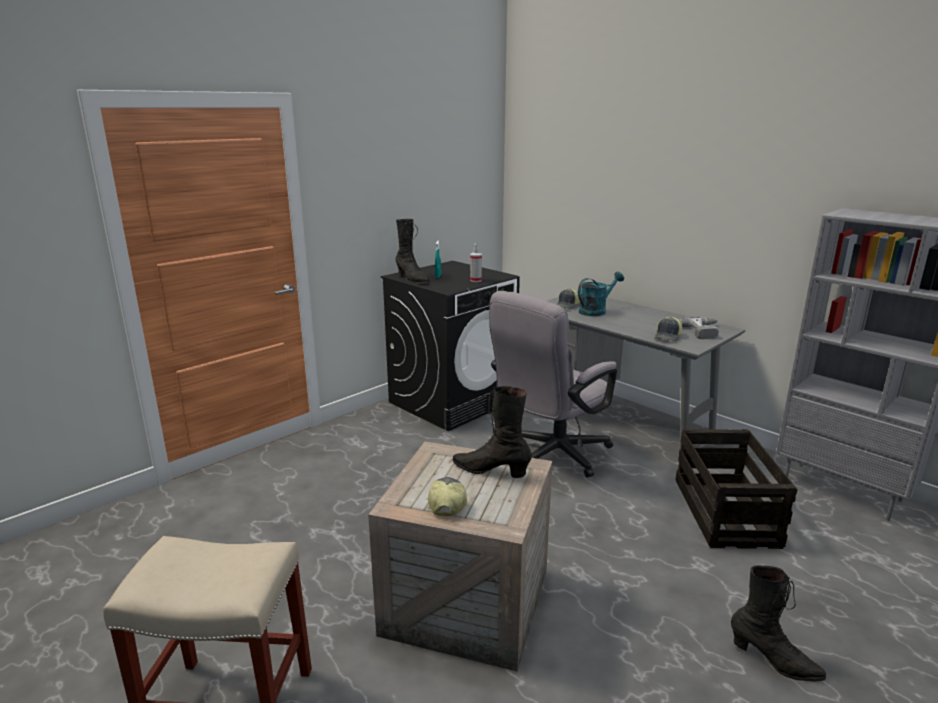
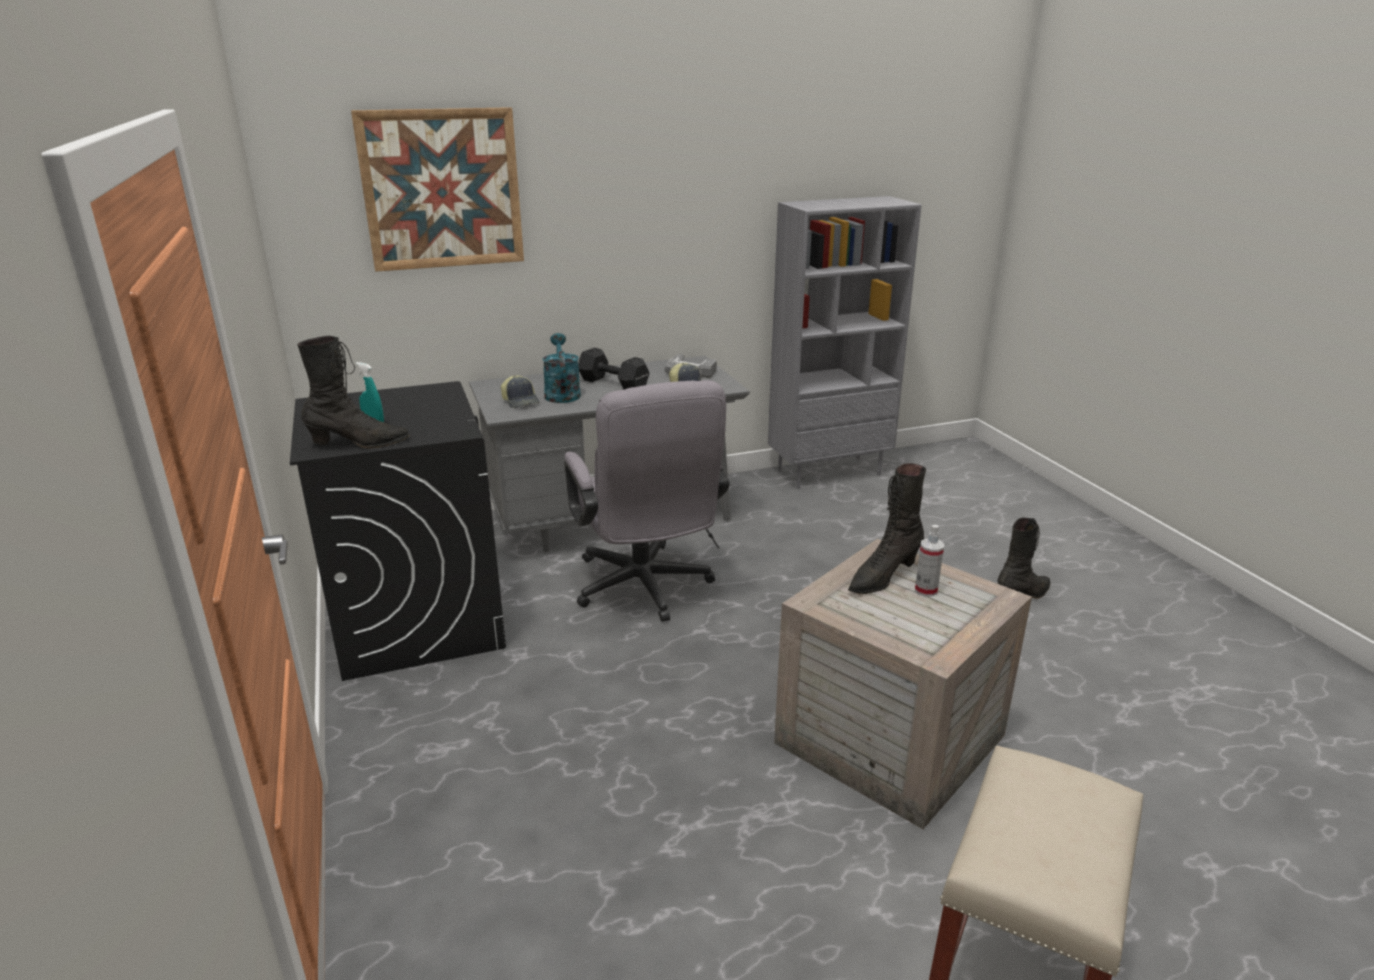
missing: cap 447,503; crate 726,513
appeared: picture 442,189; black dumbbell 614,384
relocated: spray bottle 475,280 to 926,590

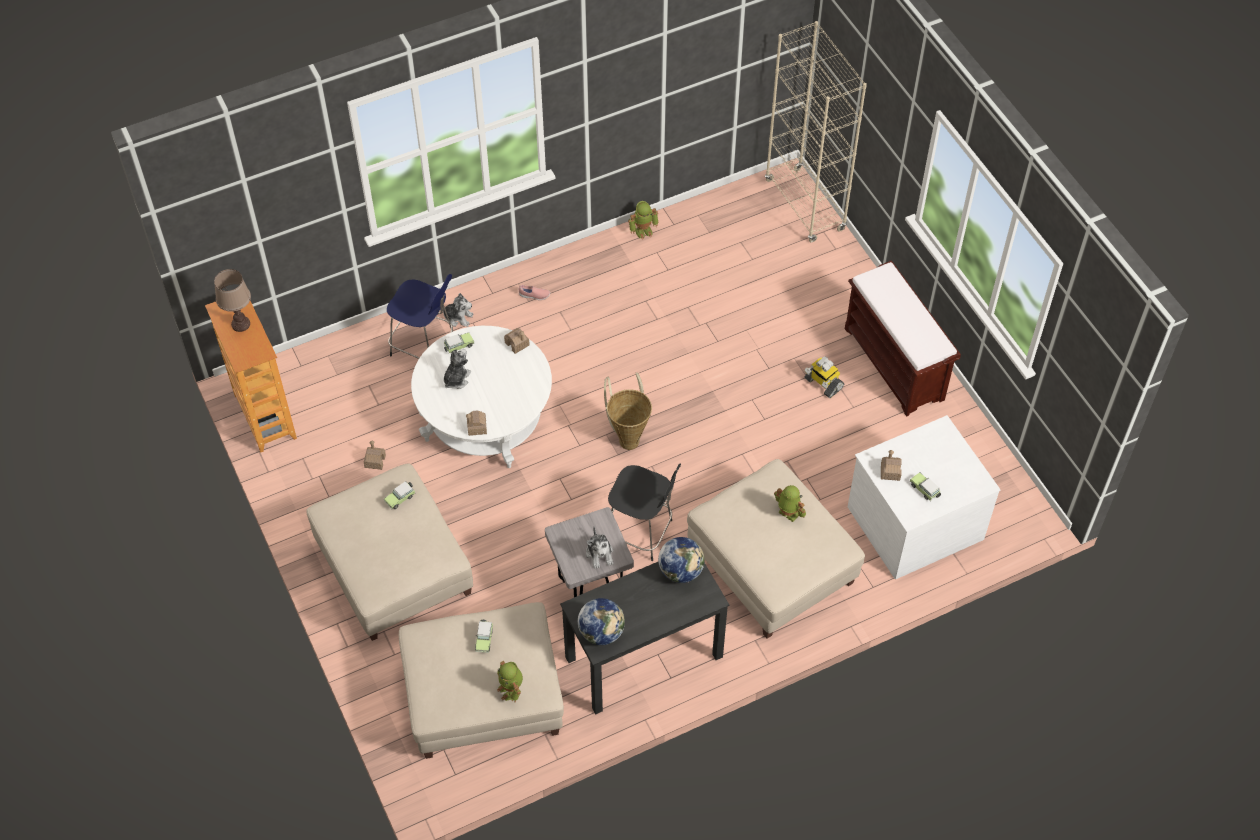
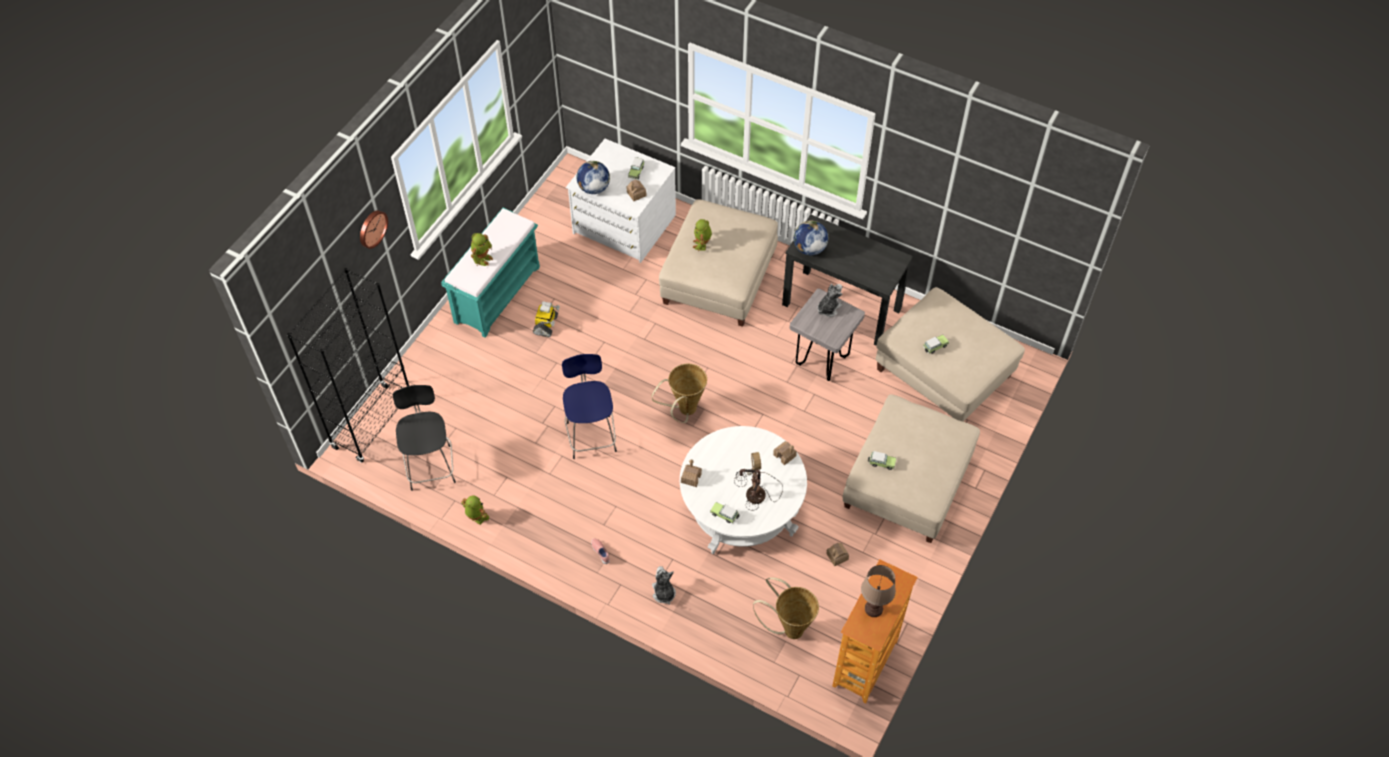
appeared: wall clock 372,228; basket 789,628
relocated: blue stool 425,347 to 591,435; toy robot 511,689 to 482,258; globe 601,632 to 593,188; black stool 641,533 to 430,465
exchanged: plush toy 456,379 to table lamp 755,496
colour: beige bookcase 805,205 to black bookcase 373,423; brown bench 895,364 to turquoise bench 497,293

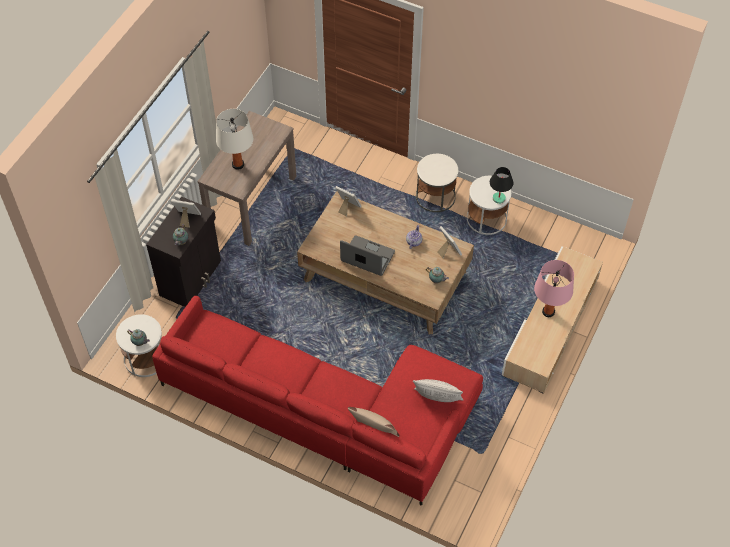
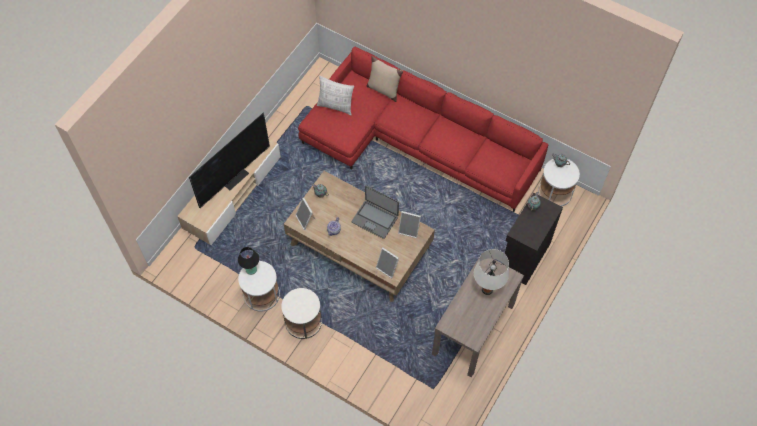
relocated: picture frame 187,218 to 409,230
exchanged: pink table lamp 548,312 to television 234,177

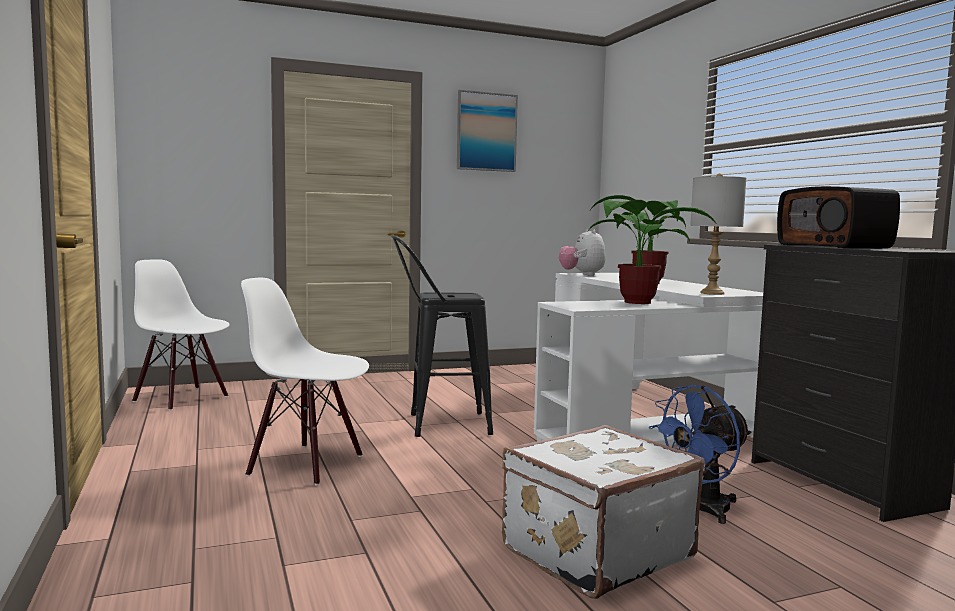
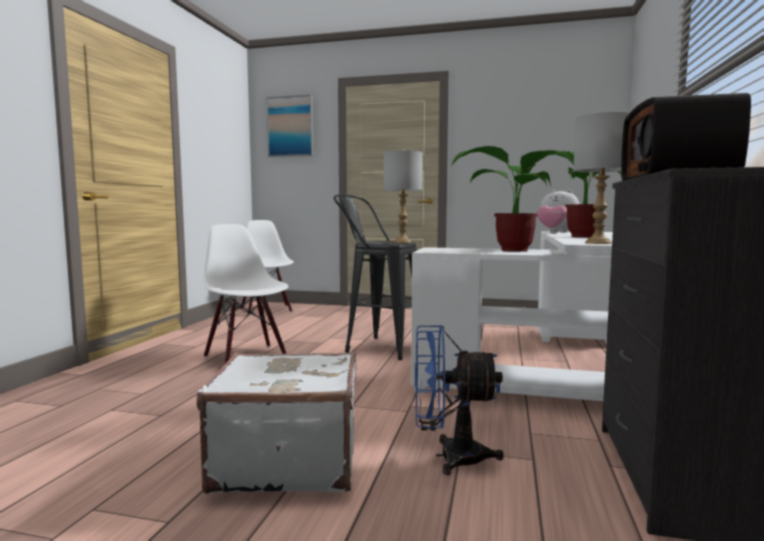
appeared: grey table lamp 402,242
relocated: picture 486,132 to 290,126
spun: plush toy 582,275 = 556,232 75 degrees counterclockwise

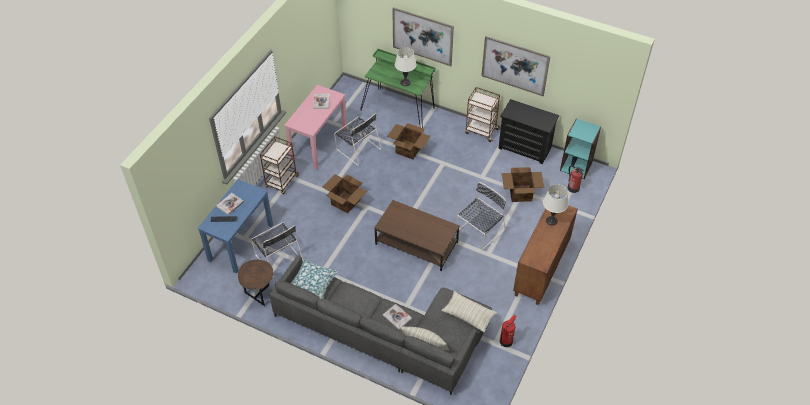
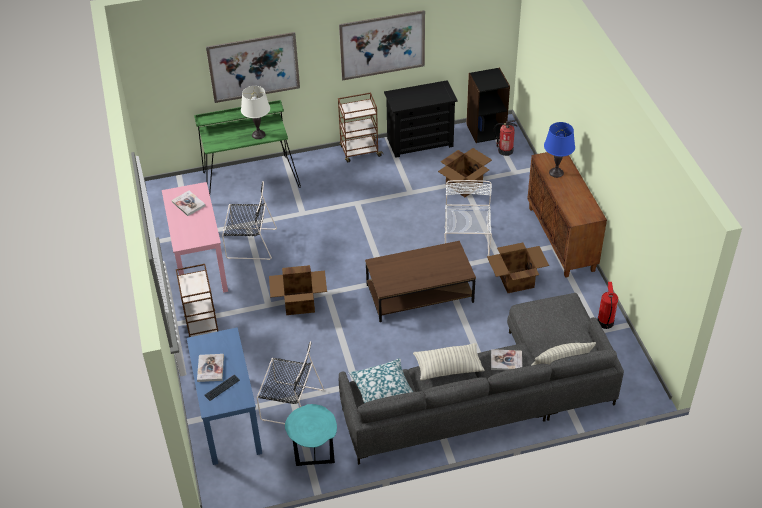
relocated: cardboard box 408,149 to 515,280; pillow 468,315 to 448,367
colour: brown side table 259,293 to turquoise side table 314,454; black chair 479,231 to white chair 466,242; white table lamp 551,220 to blue table lamp 556,172; turquoise bookcase 576,166 to black bookcase 486,130

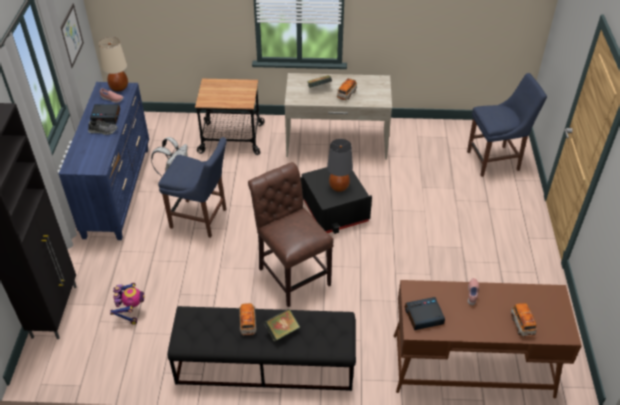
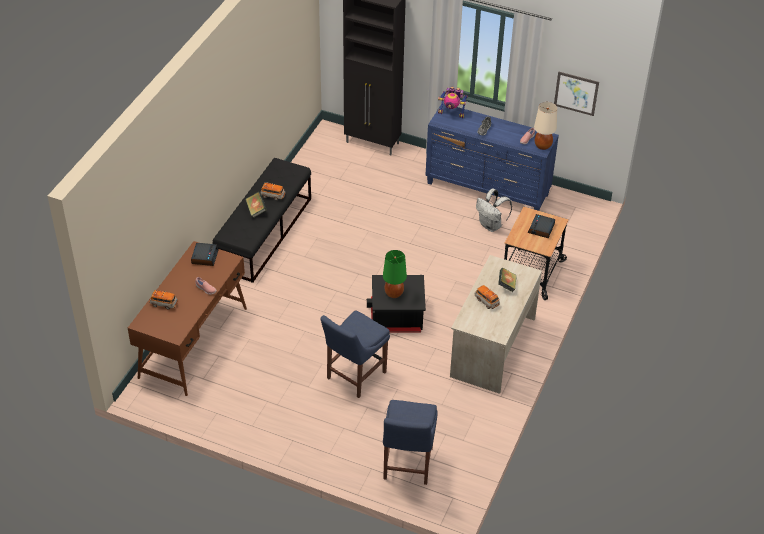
missing: brown chair 292,273
relocated: alarm clock 106,117 to 541,229; toy robot 131,311 to 452,113; blue chair 201,219 to 354,376
colour: grey table lamp 339,187 to green table lamp 393,293

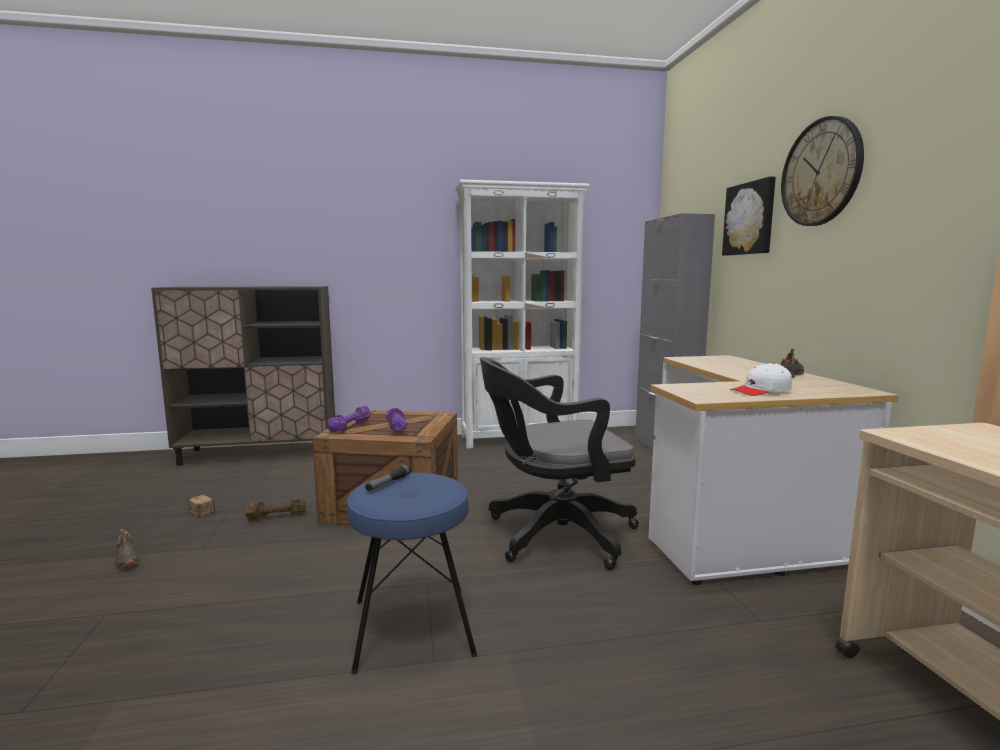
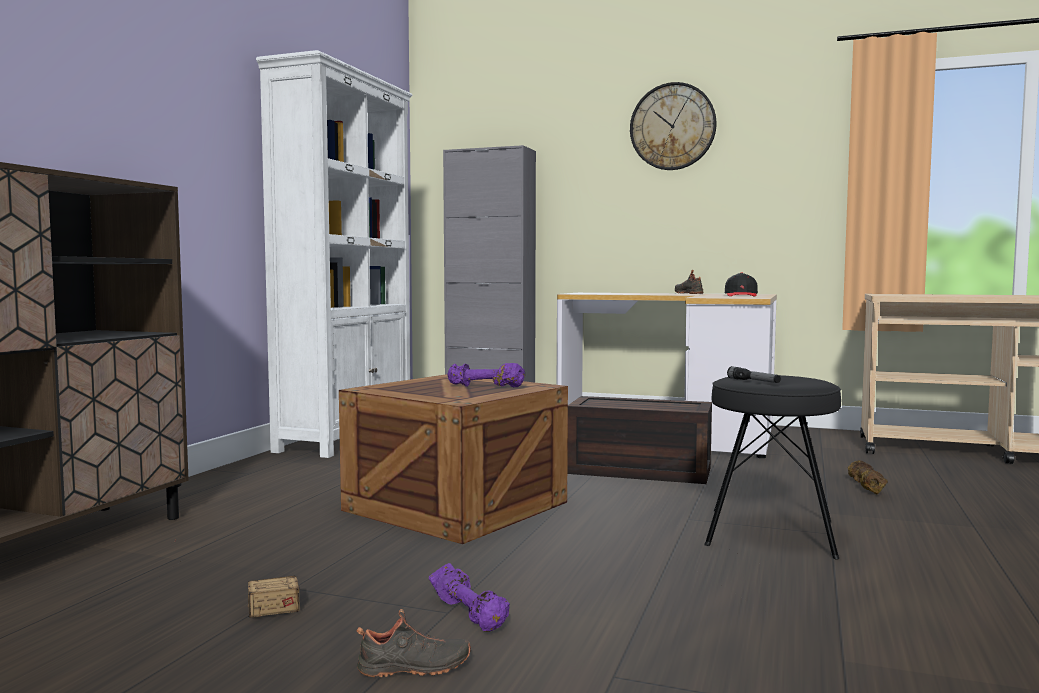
missing: picture 750,219
relocated: brown dumbbell 277,516 to 865,487; purple dumbbell 350,427 to 469,614
exchanged: black office chair 553,535 to brown storage box 637,471
colour: blue stool 412,627 to black stool 771,533; white cap 761,391 to black cap 741,295

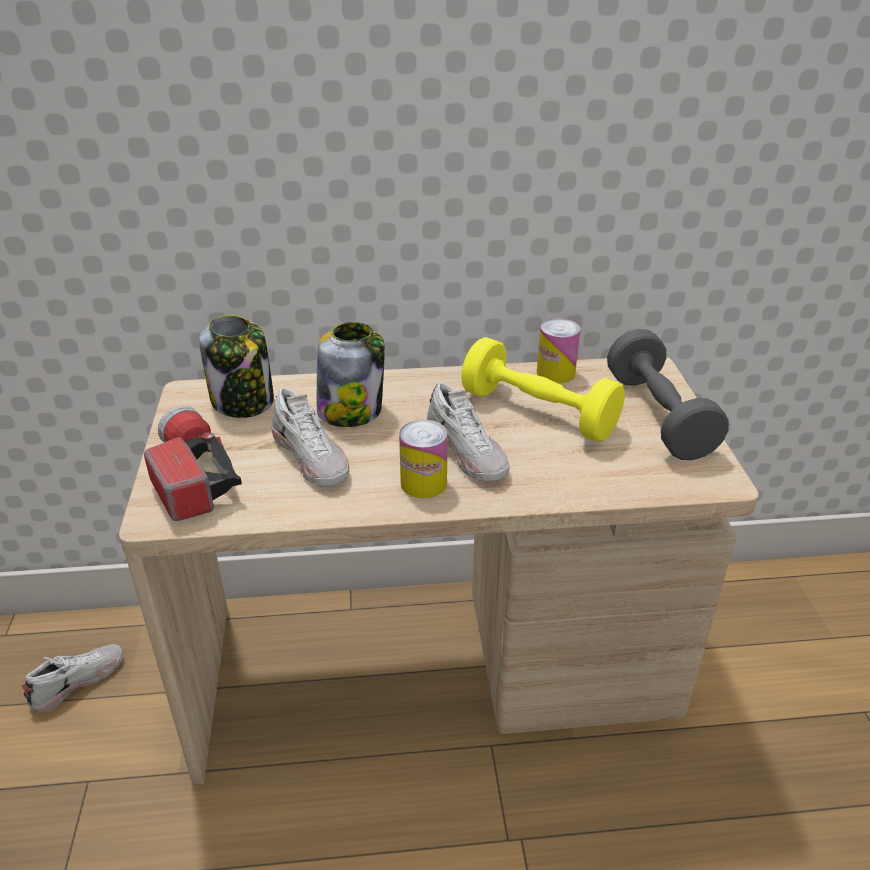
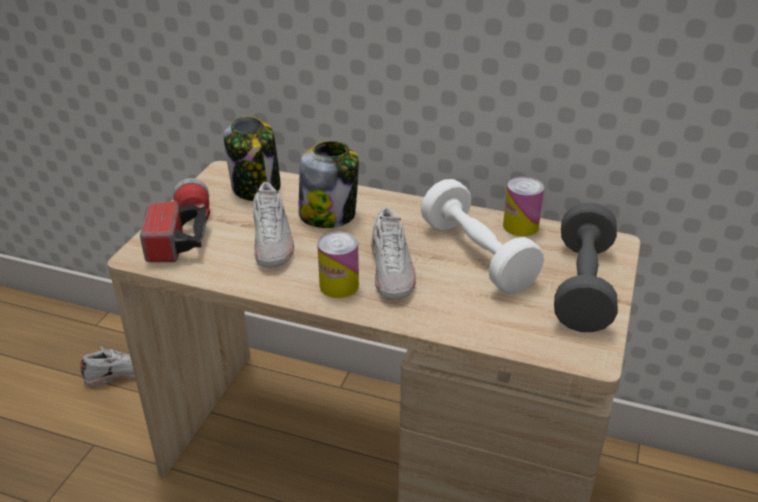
colour: yellow dumbbell 538,413 to white dumbbell 477,255

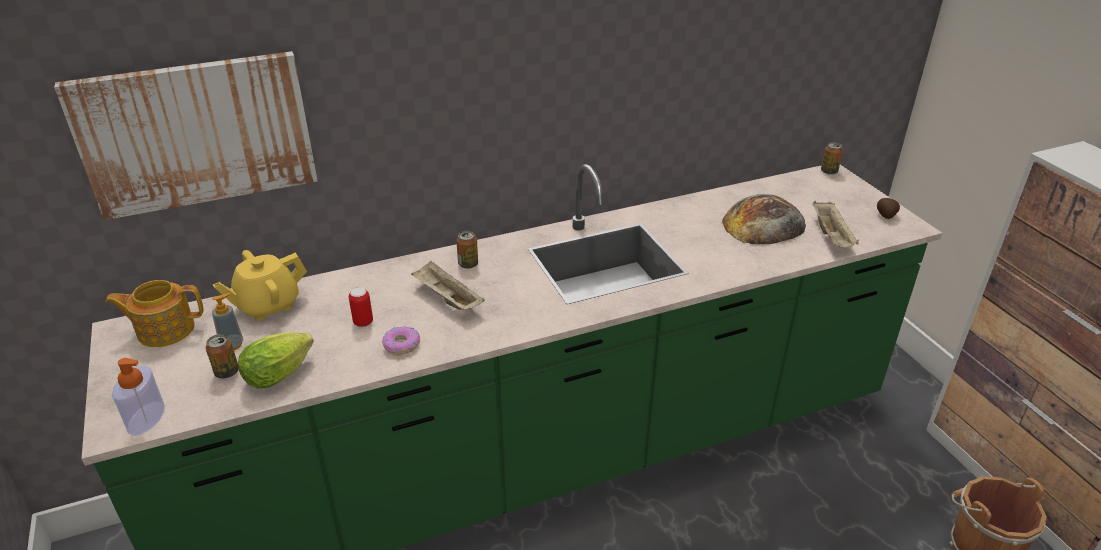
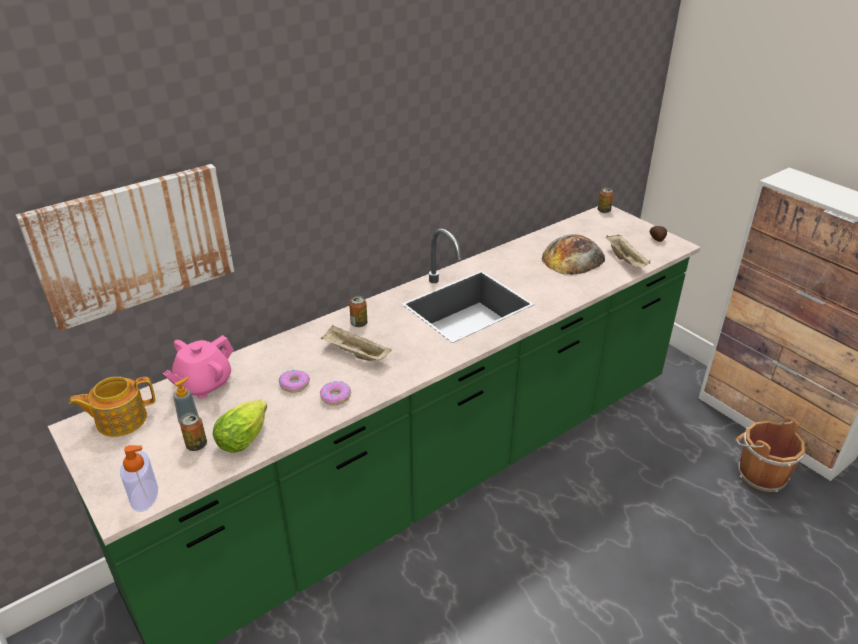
exchanged: can 363,322 to donut 294,384
colour: yellow teapot 267,305 to pink teapot 204,384

